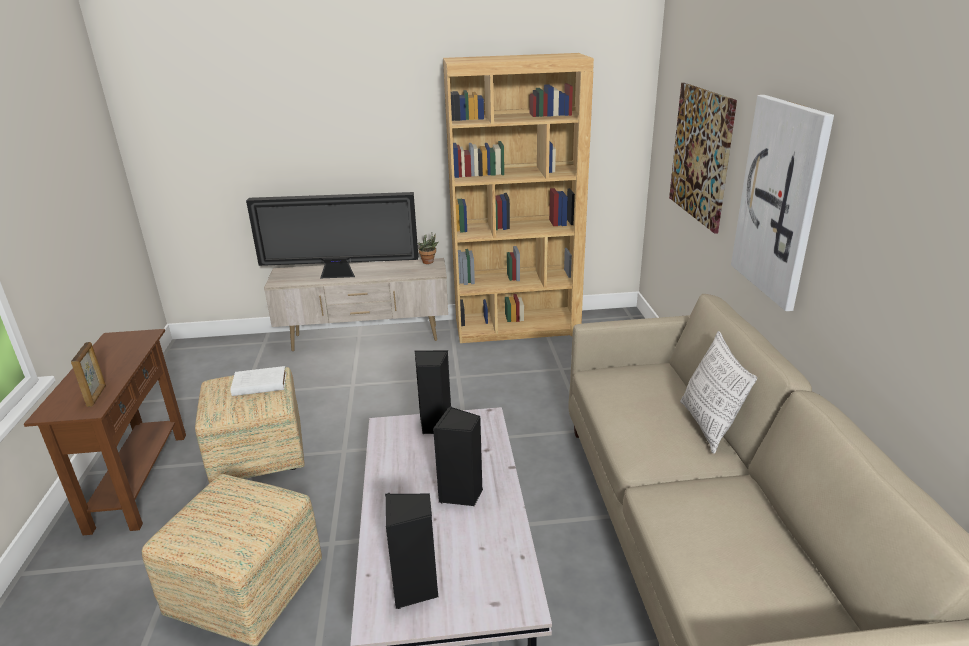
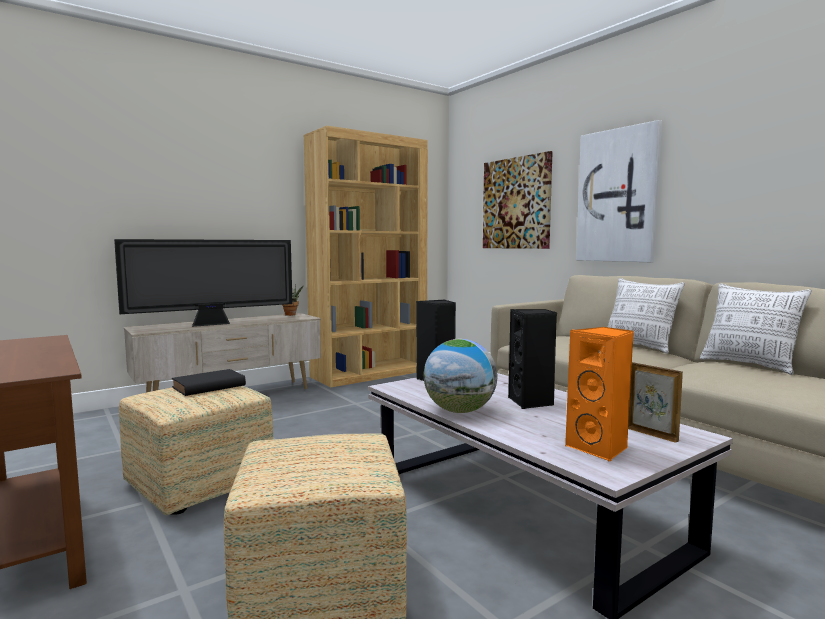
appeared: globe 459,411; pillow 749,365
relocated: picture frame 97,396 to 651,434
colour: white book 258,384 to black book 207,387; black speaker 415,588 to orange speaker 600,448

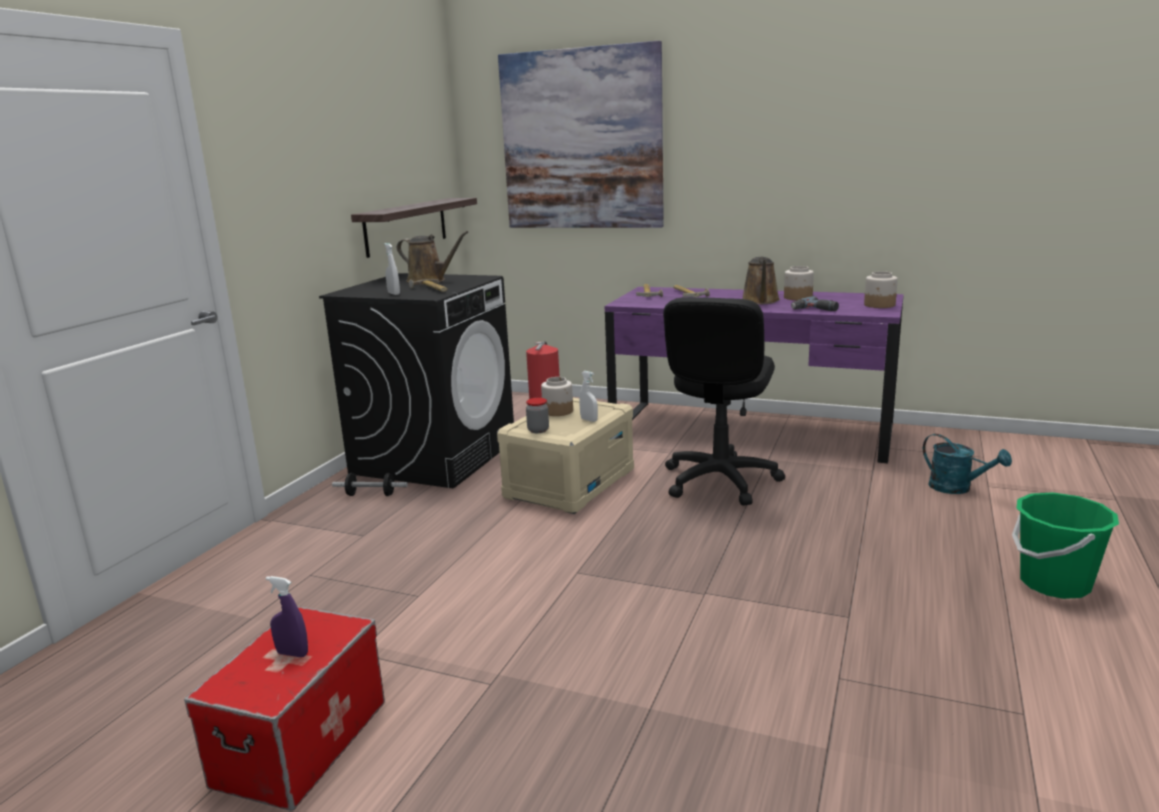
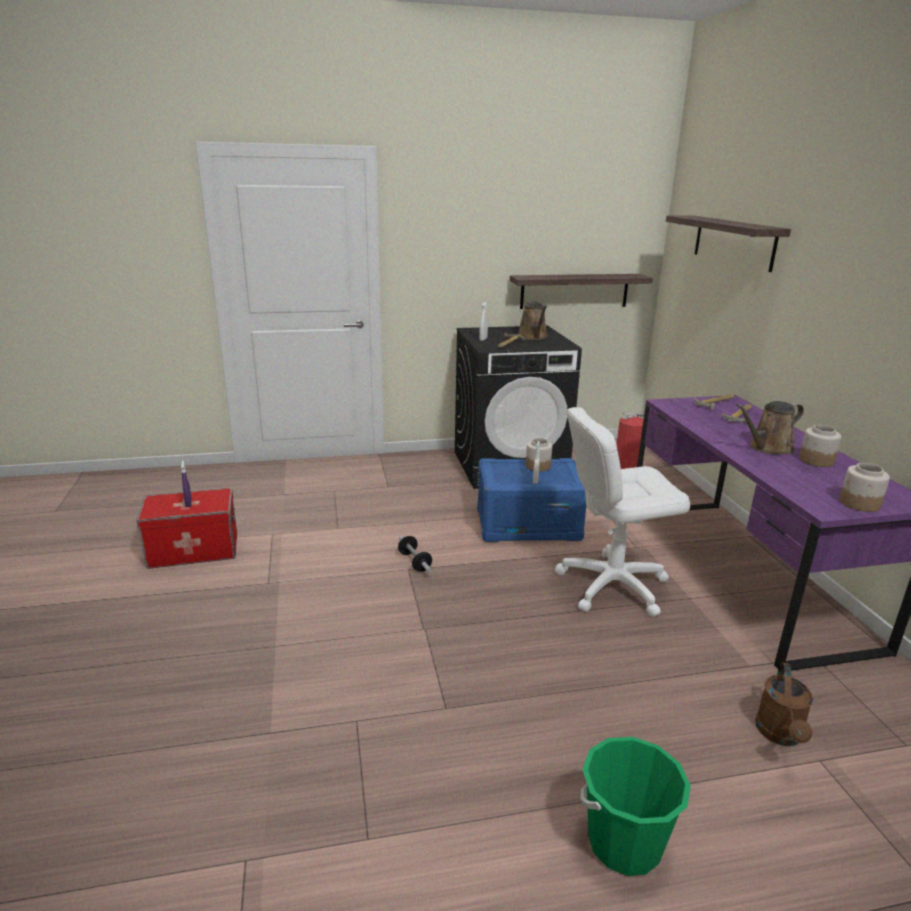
missing: jar 538,430; power drill 814,310
relocated: dumbbell 371,495 to 414,562
exchanged: picture 581,140 to shelf 733,242
colour: beige storage box 569,483 to blue storage box 528,524; black office chair 719,481 to white office chair 612,585; turquoise watering can 957,488 to brown watering can 780,735

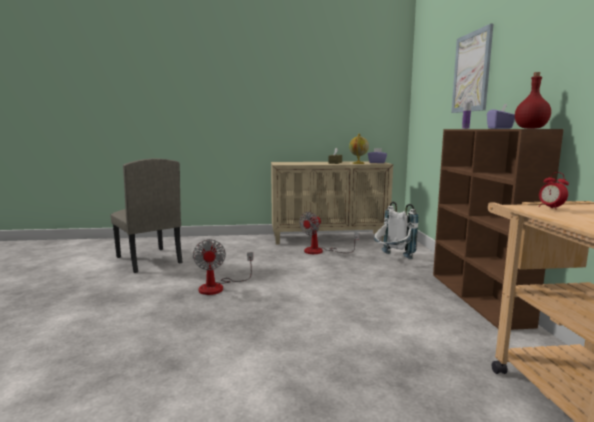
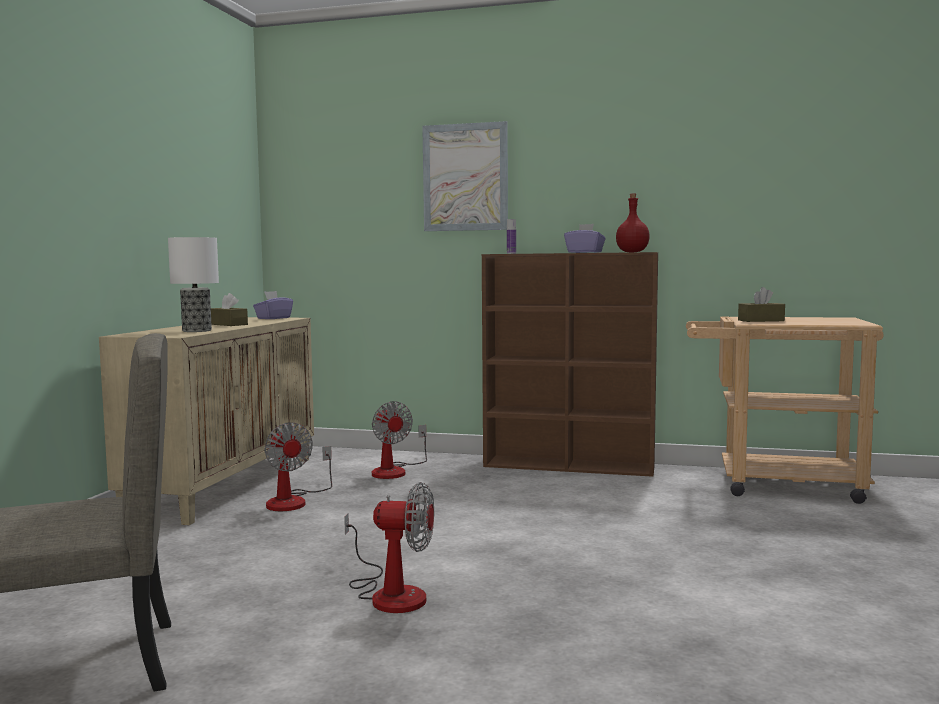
missing: globe 358,163
appeared: table lamp 196,331
exchanged: white backpack 392,258 to fan 395,471; alarm clock 551,208 to brown tissue box 761,320

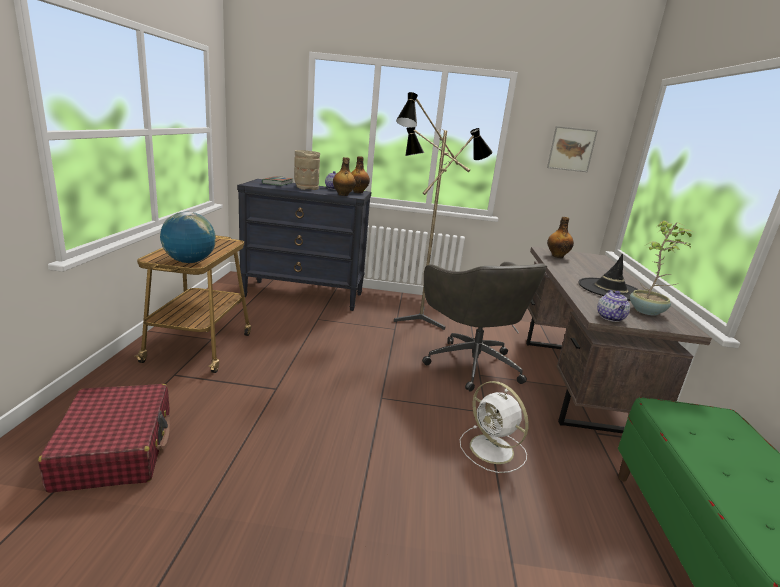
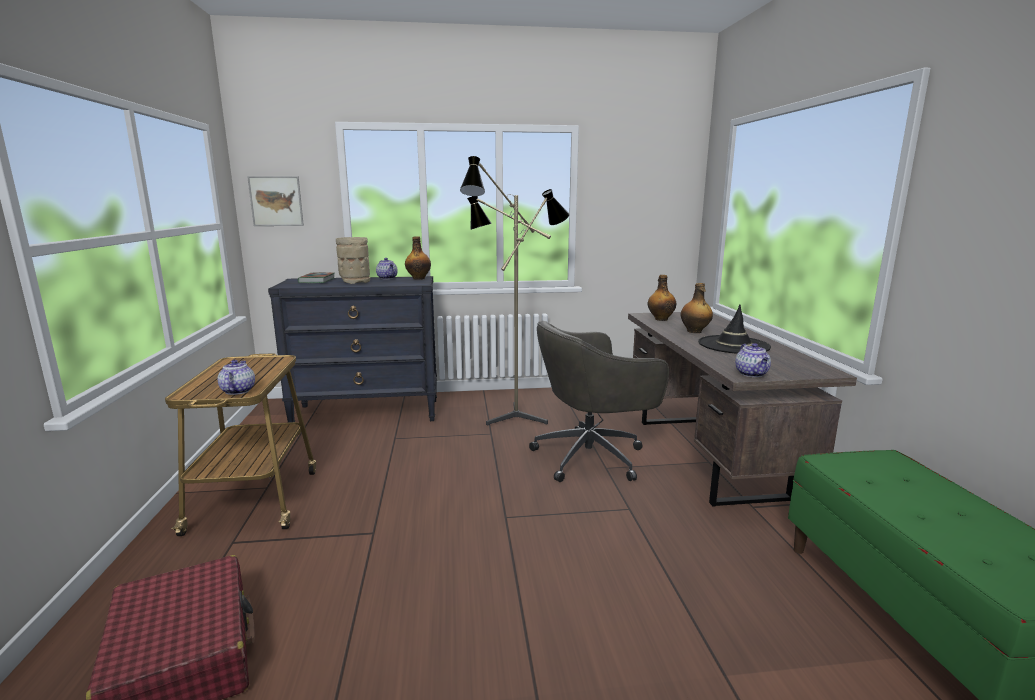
missing: white fan 493,450; potted plant 647,311
relocated: bottle 343,195 to 694,331; picture 571,149 to 276,201
exchanged: globe 189,262 to teapot 238,391
spun: grey office chair 471,363 = 592,457 105 degrees clockwise

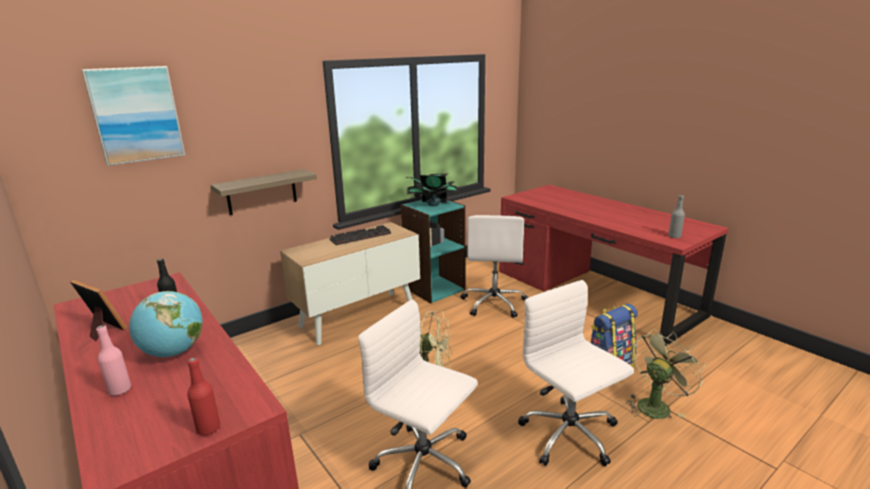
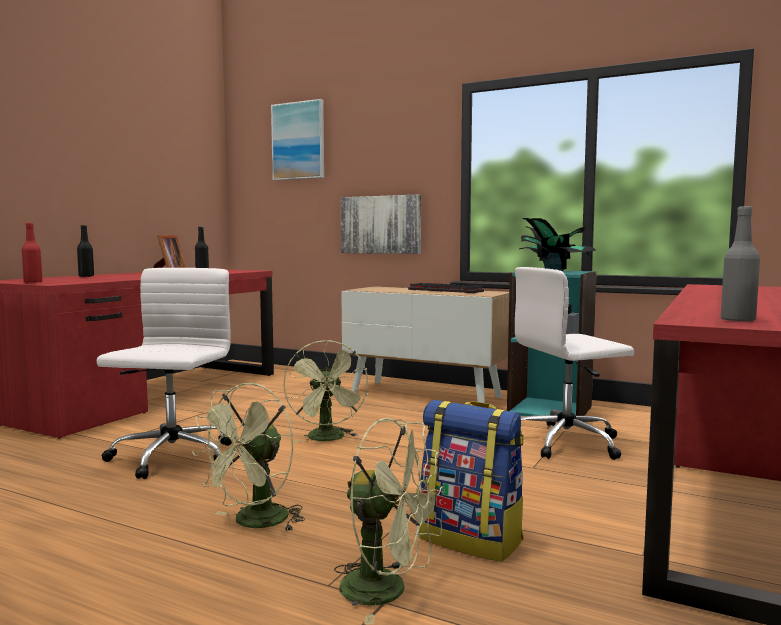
missing: globe 173,352
exchanged: shelf 262,192 to picture 381,224; white office chair 570,436 to green fan 254,523
colour: pink bottle 120,390 to black bottle 86,276

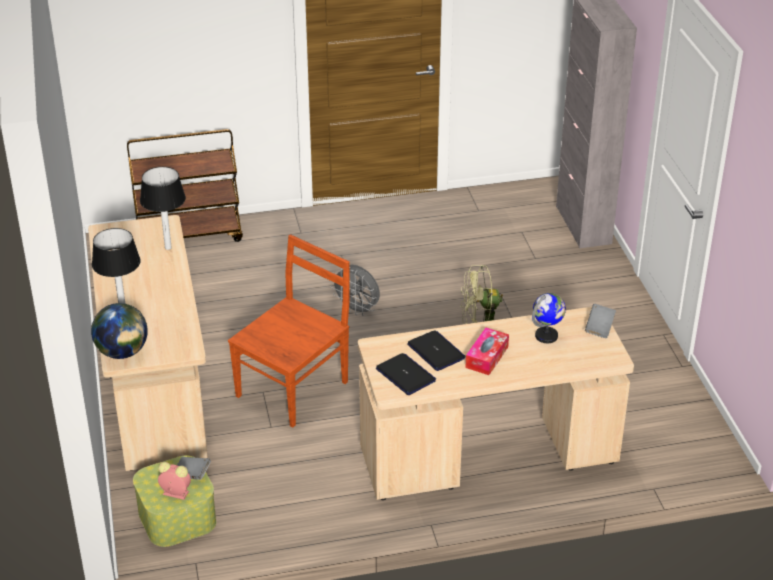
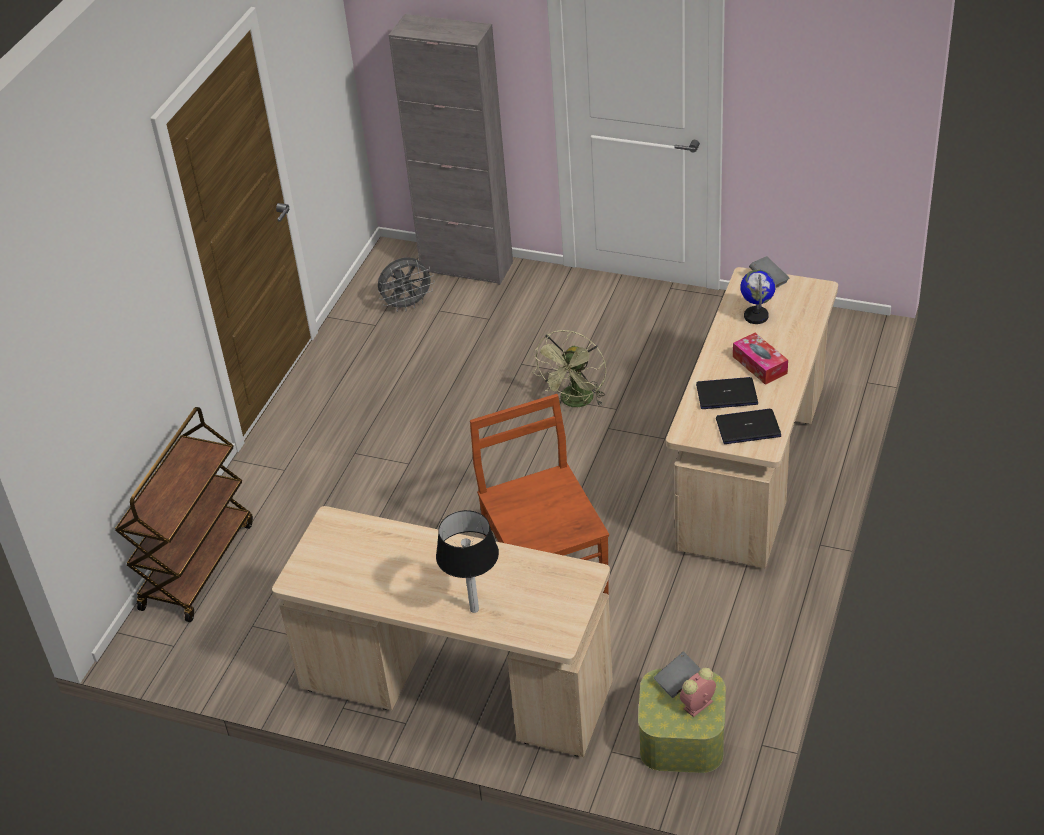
missing: globe 122,352; table lamp 167,247
relocated: grey fan 357,310 to 407,305

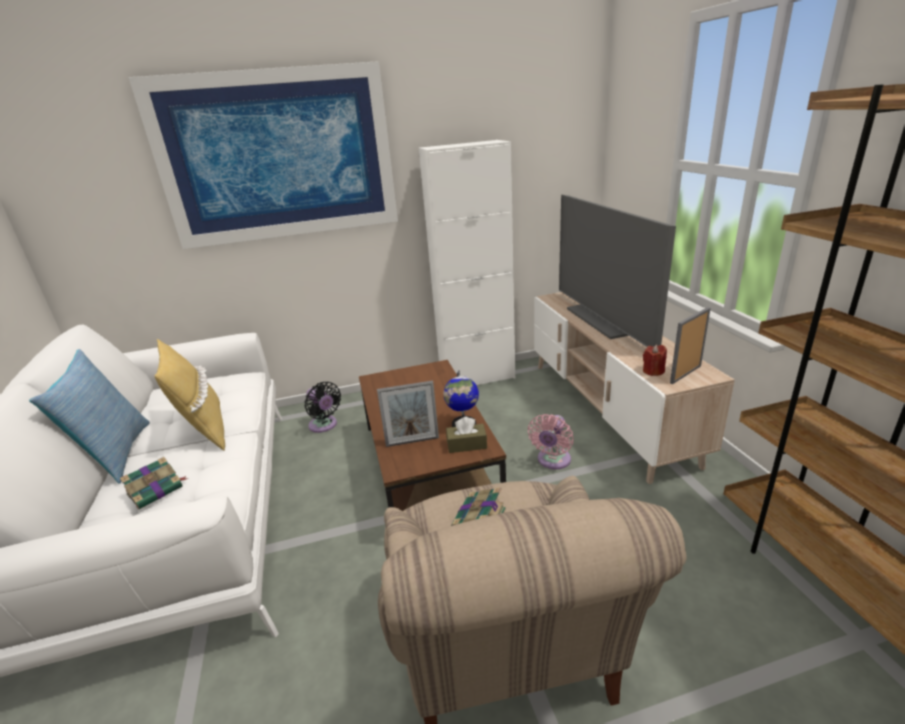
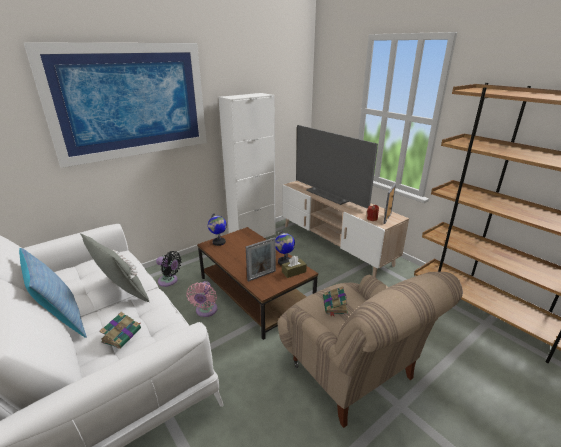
appeared: globe 219,242
relocated: pink fan 552,461 to 206,311
colour: yellow pillow 204,431 to grey pillow 121,293

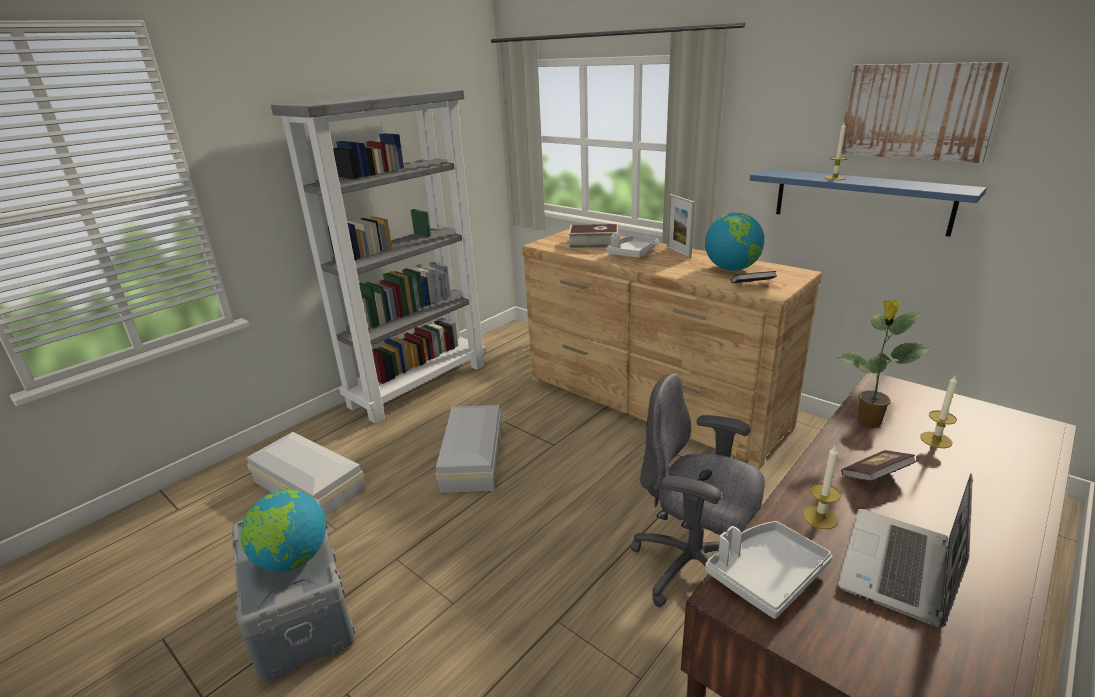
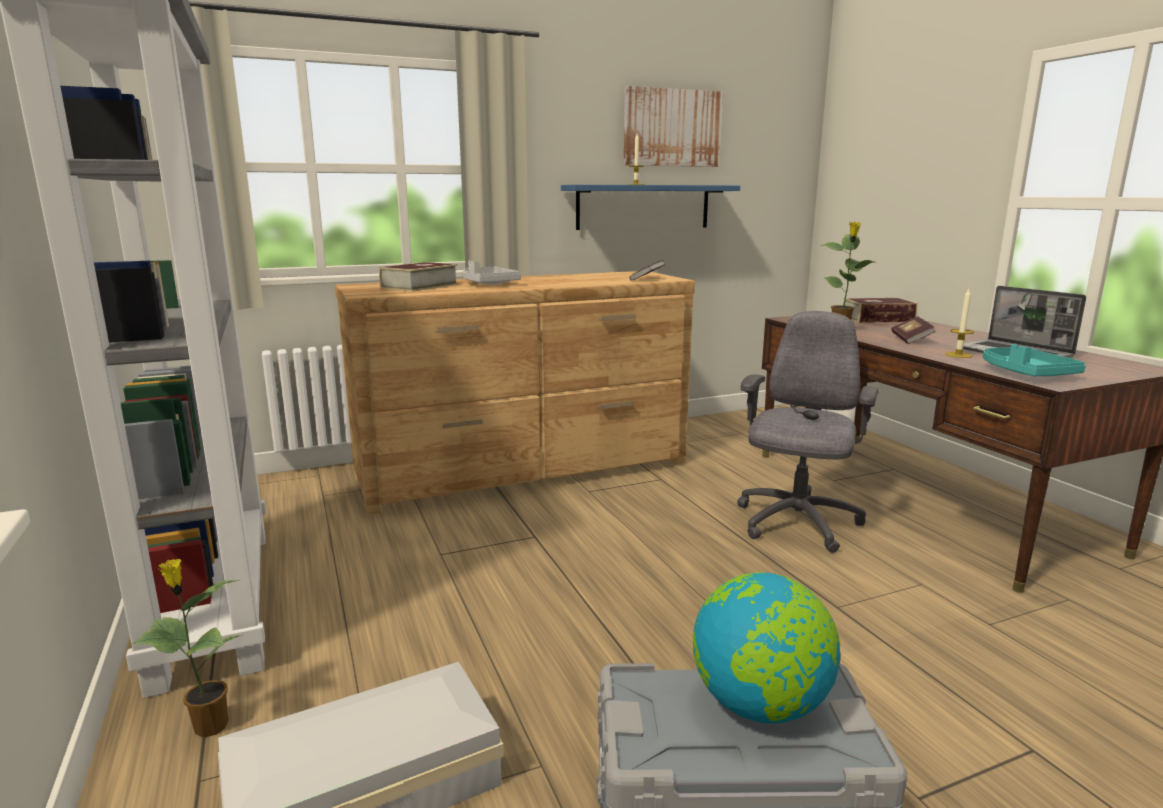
missing: white storage box 474,456; picture frame 678,252; globe 732,269; candle 936,440
appeared: potted plant 208,726; book 878,319
colour: grey tray 765,575 to turquoise tray 1025,373
spun: grey office chair 694,568 = 796,523 150 degrees clockwise

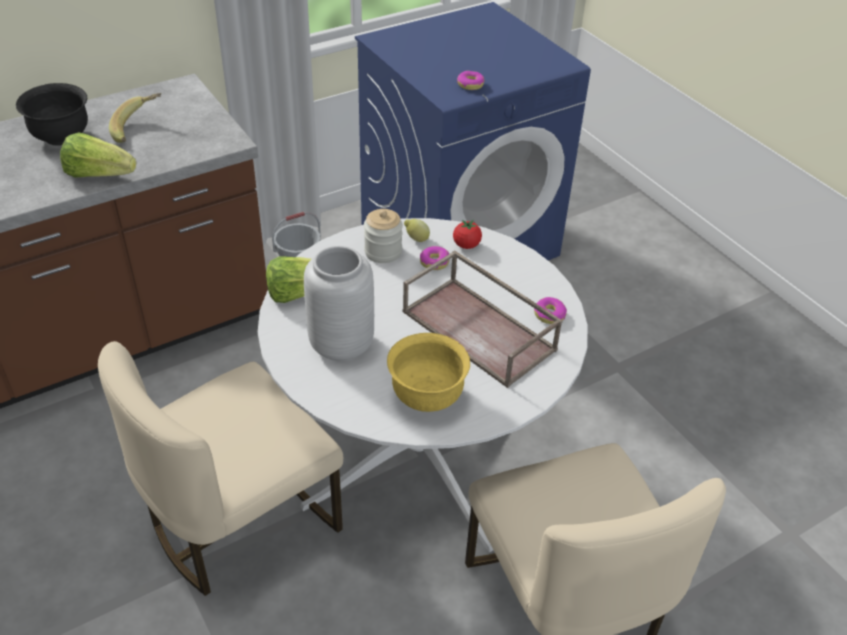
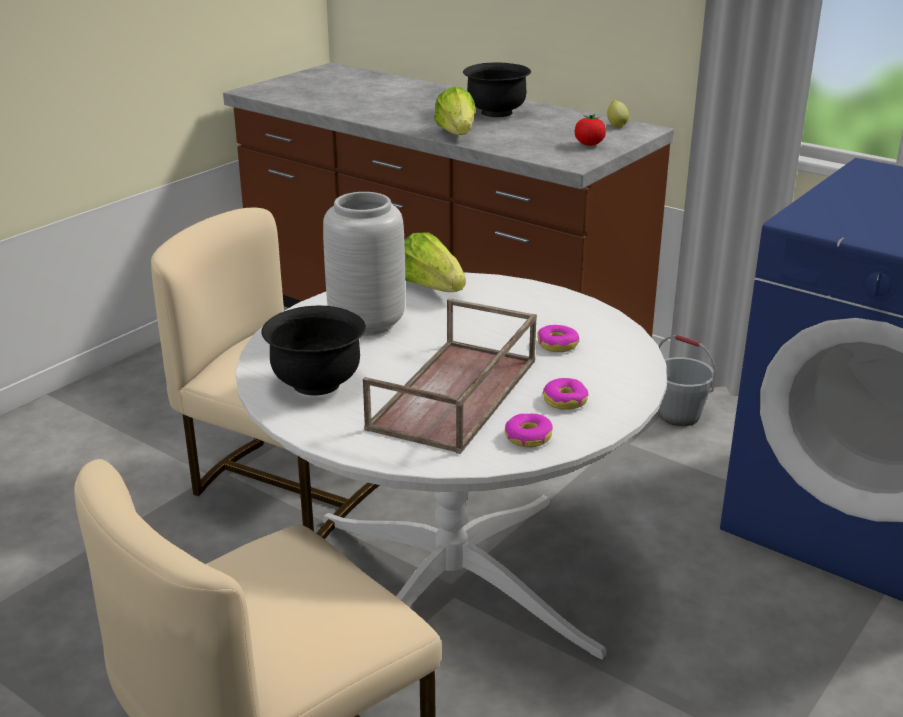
missing: banana 139,129; jar 383,252
relocated: lemon 416,239 to 616,125; tomato 466,245 to 589,144; donut 470,84 to 565,400
colour: yellow bowl 427,396 to black bowl 317,384

